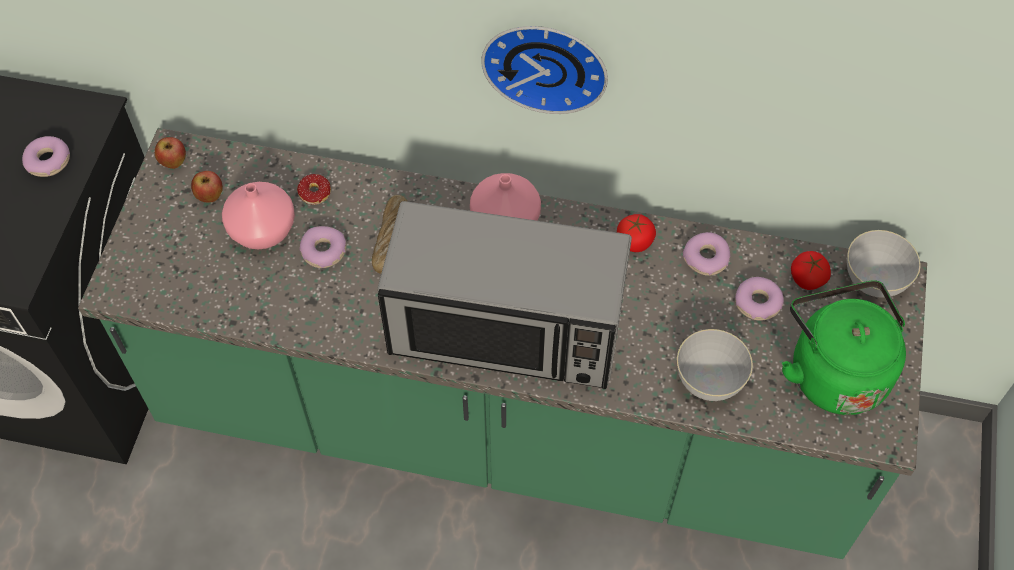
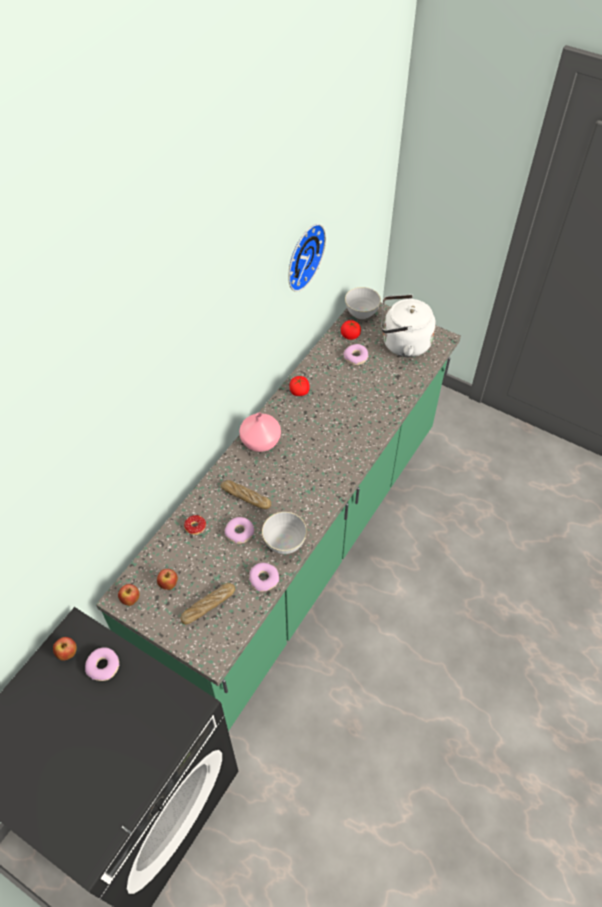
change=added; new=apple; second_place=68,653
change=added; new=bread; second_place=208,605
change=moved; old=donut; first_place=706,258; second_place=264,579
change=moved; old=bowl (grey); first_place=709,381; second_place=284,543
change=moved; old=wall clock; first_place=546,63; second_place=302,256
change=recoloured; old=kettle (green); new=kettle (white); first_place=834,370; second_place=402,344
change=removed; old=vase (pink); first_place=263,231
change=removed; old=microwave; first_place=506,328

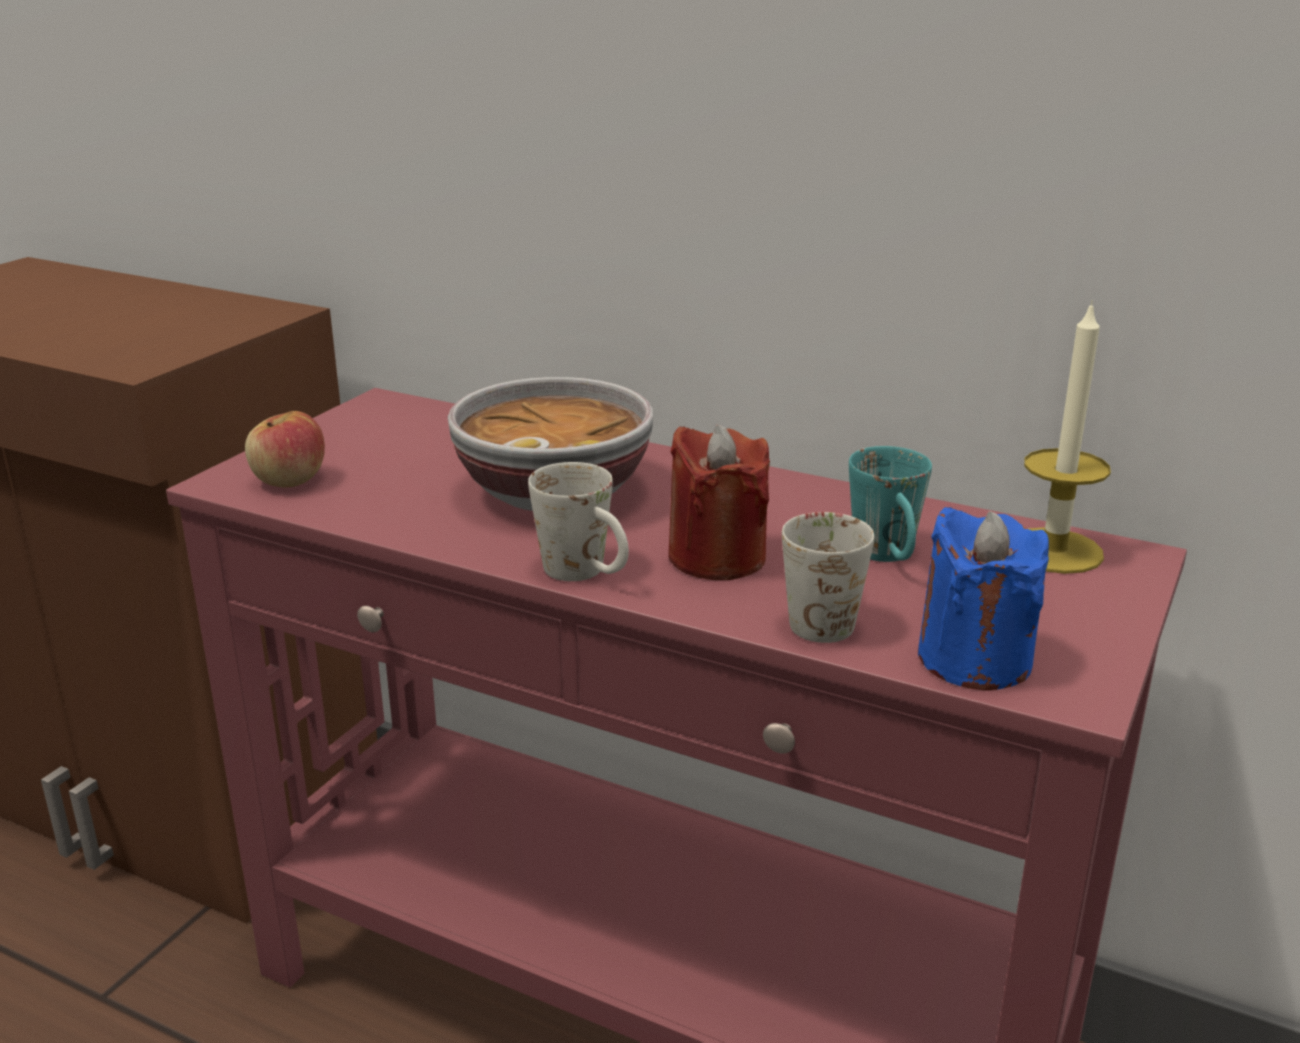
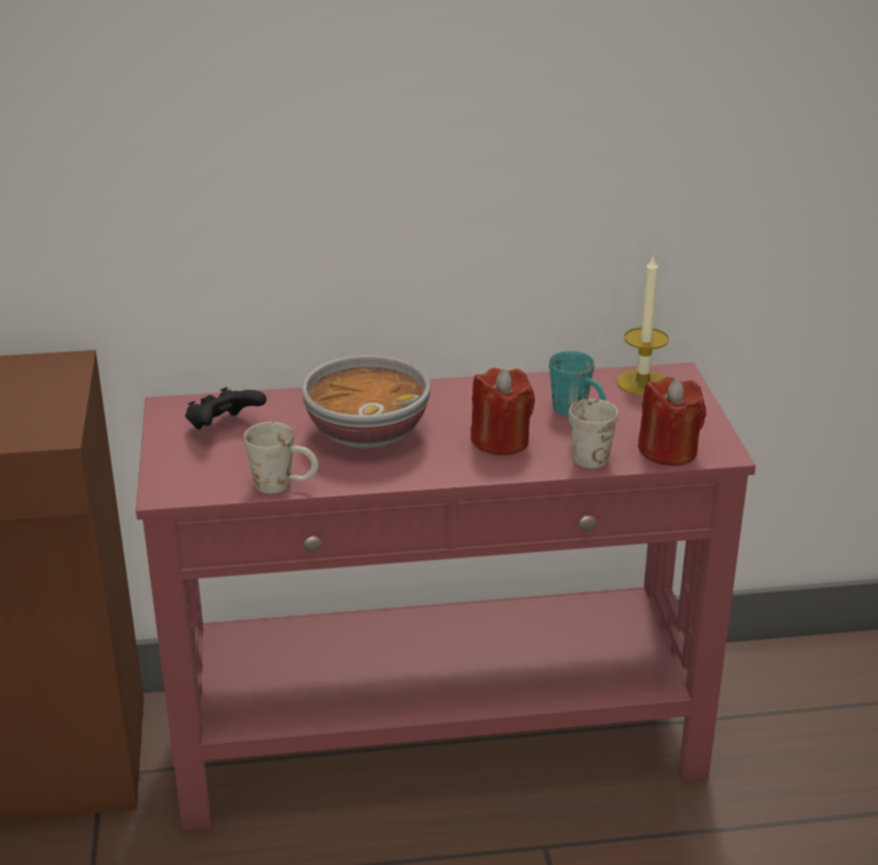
change=added; new=game controller (black); second_place=224,428
change=moved; old=mug (white); first_place=587,574; second_place=284,485
change=recoloured; old=candle (blue); new=candle (red); first_place=974,659; second_place=668,451
change=removed; old=apple; first_place=289,480

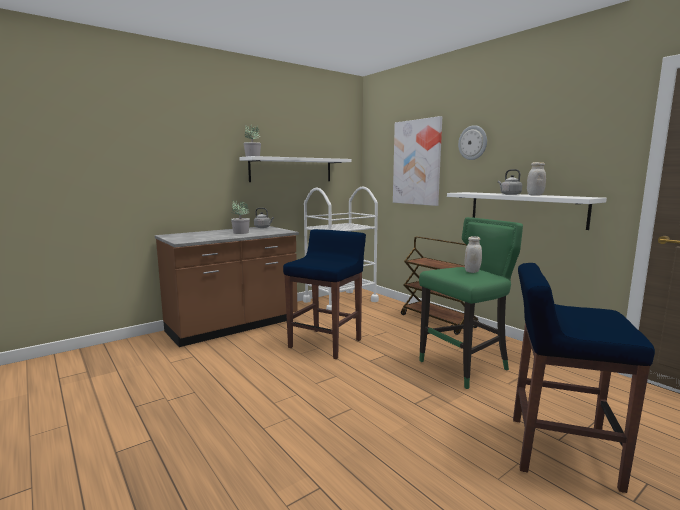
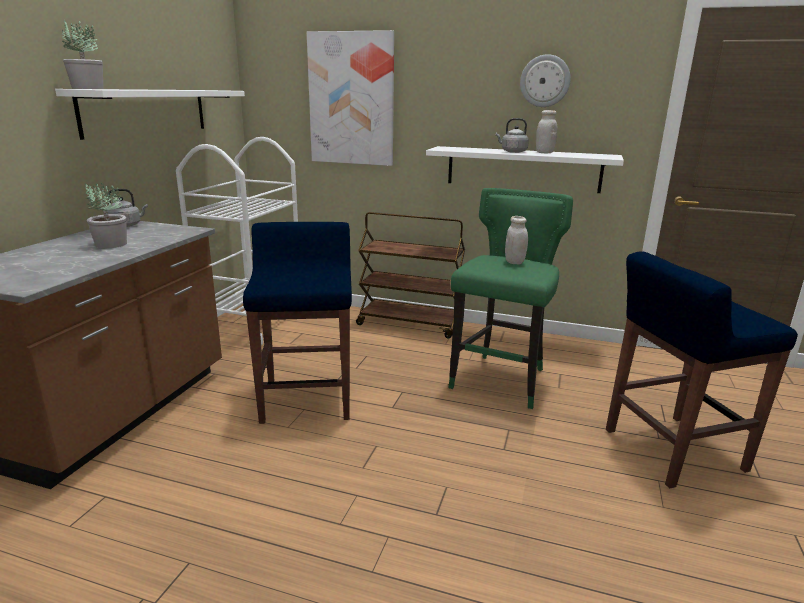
change=moved; old=wall clock; first_place=473,142; second_place=545,81

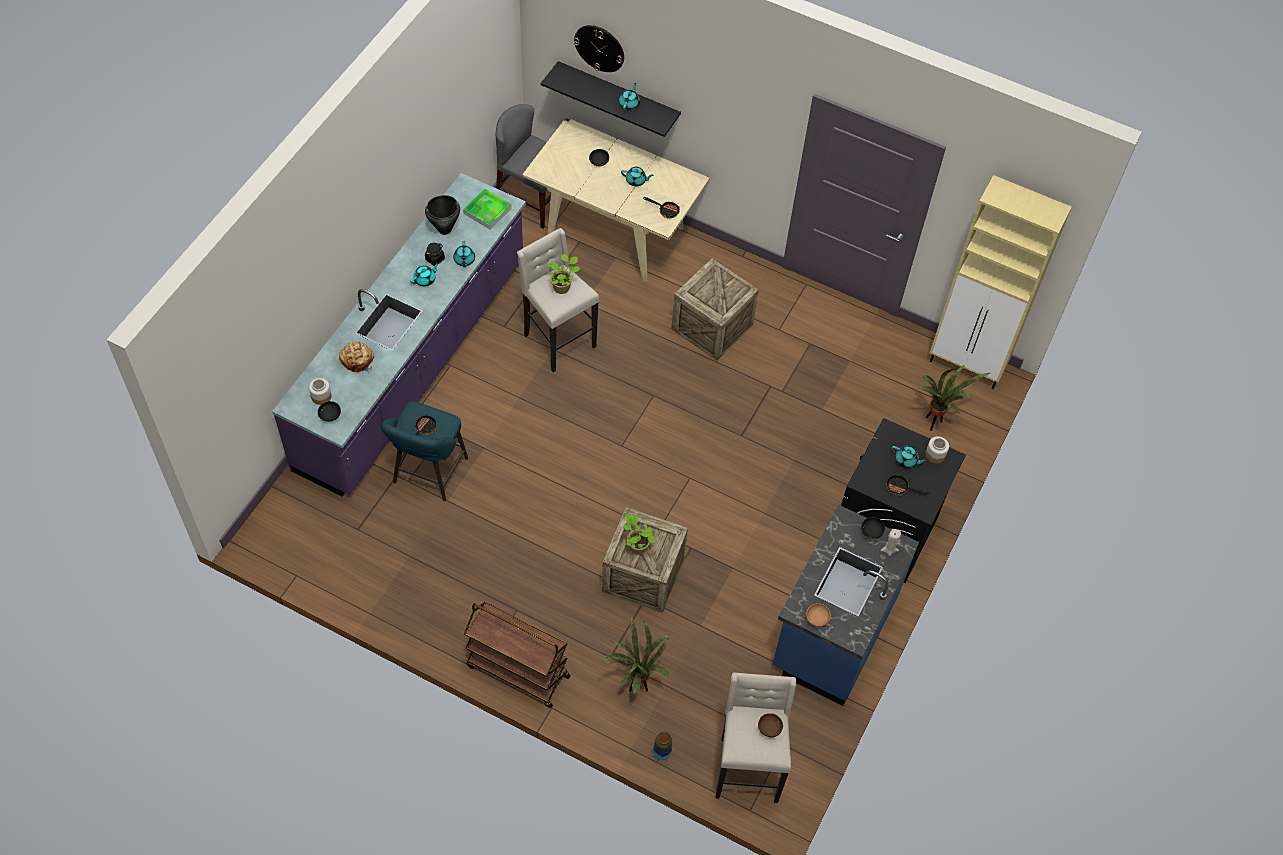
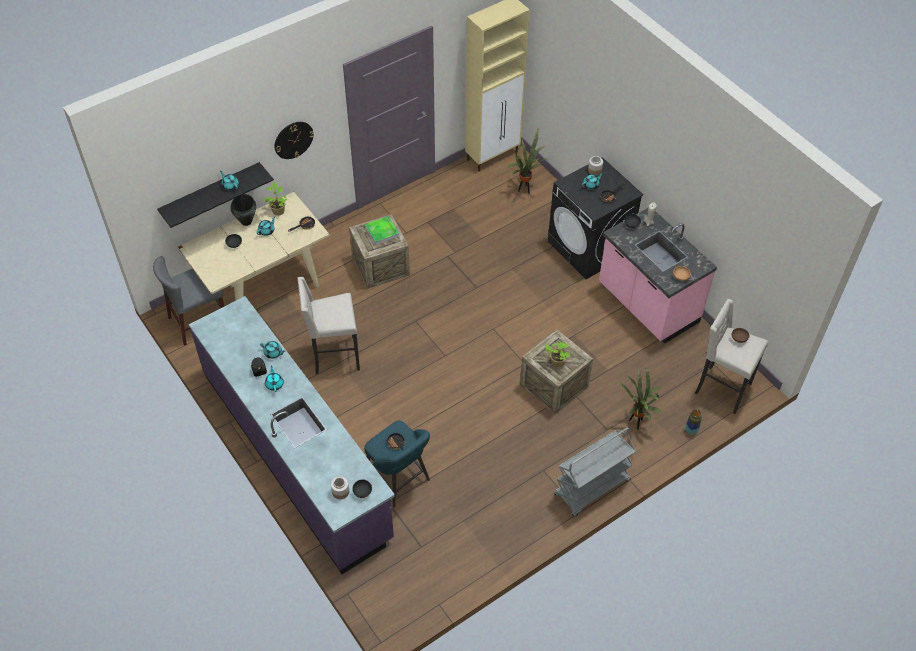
change=moved; old=cooking pot (black); first_place=445,229; second_place=246,222
change=moved; old=potted plant; first_place=562,287; second_place=278,210
change=moved; old=wall clock; first_place=599,48; second_place=293,140
change=moved; old=tray; first_place=487,211; second_place=382,232
change=recoloured; old=cart (brown); new=cart (grey); first_place=517,671; second_place=592,489
change=recoloured; old=counter (blue); new=counter (pink); first_place=832,633; second_place=647,304
change=removed; old=bread; first_place=357,359

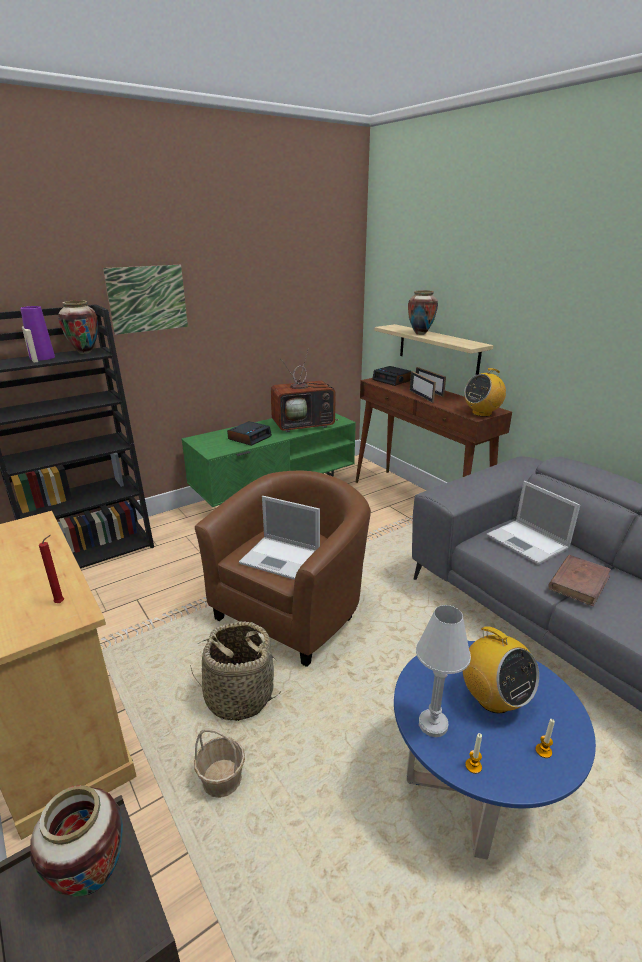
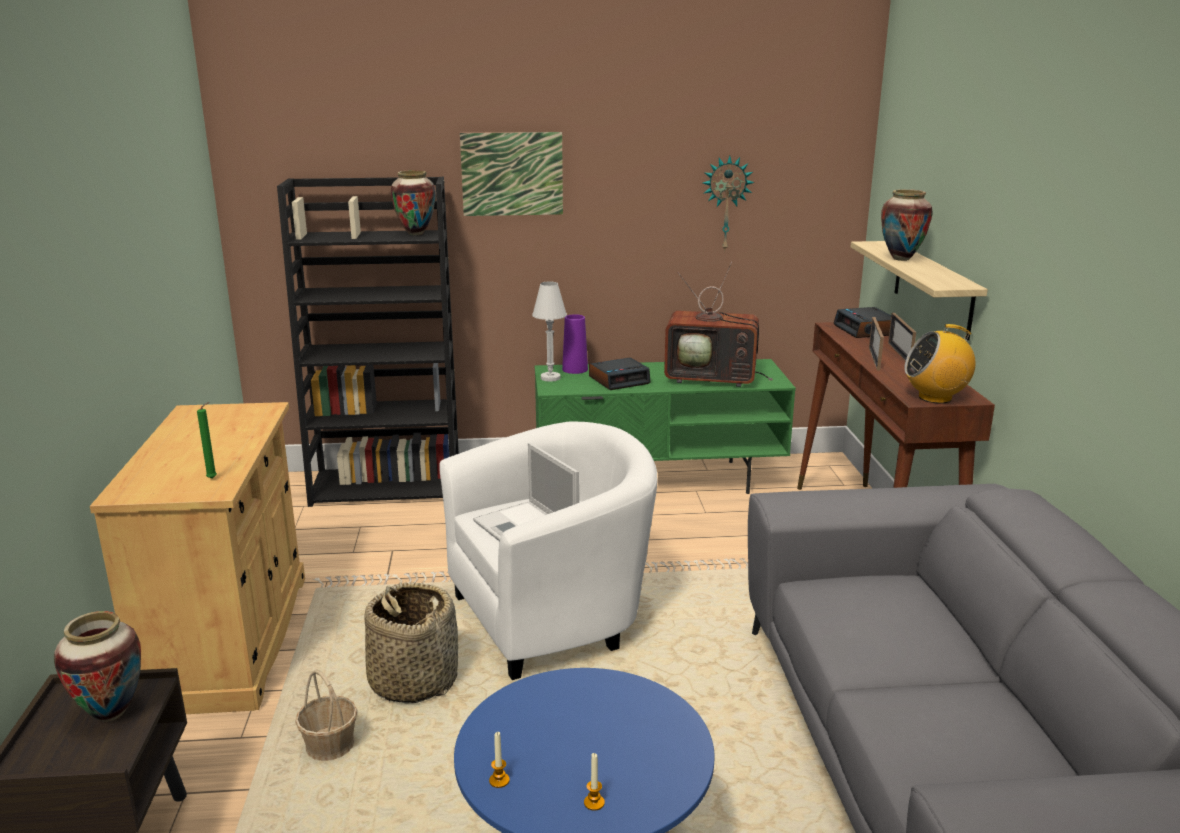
change=recoloured; old=candle (red); new=candle (green); first_place=61,602; second_place=213,478
change=recoloured; old=armchair (brown); new=armchair (white); first_place=293,610; second_place=553,617
change=moved; old=table lamp (white); first_place=433,724; second_place=550,378
change=moved; old=vase (purple); first_place=42,357; second_place=575,369
change=added; new=wall clock; second_place=726,203
change=removed; old=radio; first_place=493,699
change=removed; old=laptop; first_place=528,542
change=removed; old=book (brown); first_place=579,582

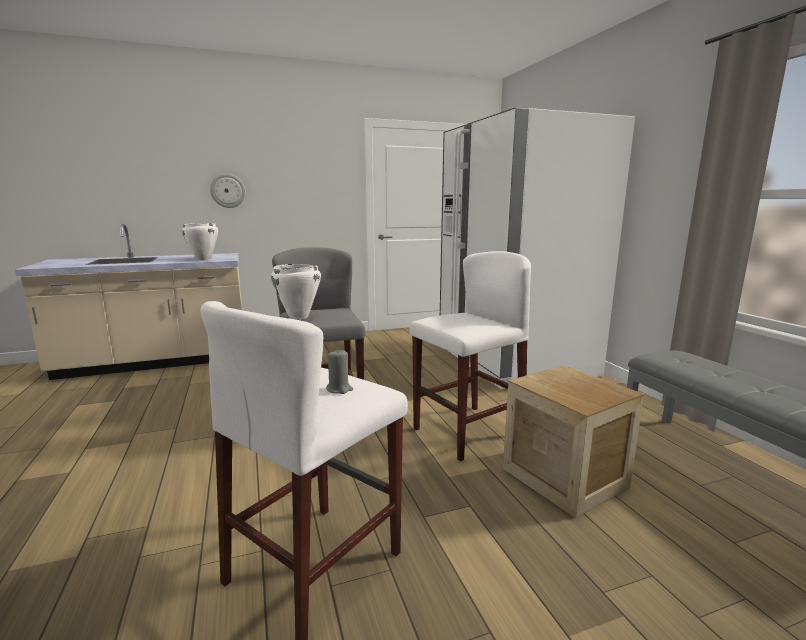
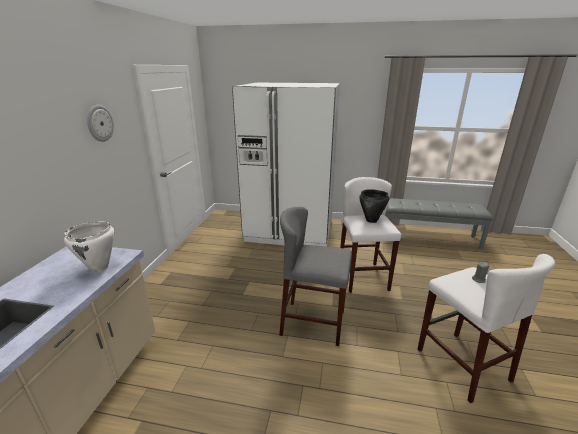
change=moved; old=wall clock; first_place=228,190; second_place=99,123
change=added; new=cooking pot (black); second_place=371,220
change=removed; old=cooking pot (white); first_place=298,317
change=removed; old=crate; first_place=564,477

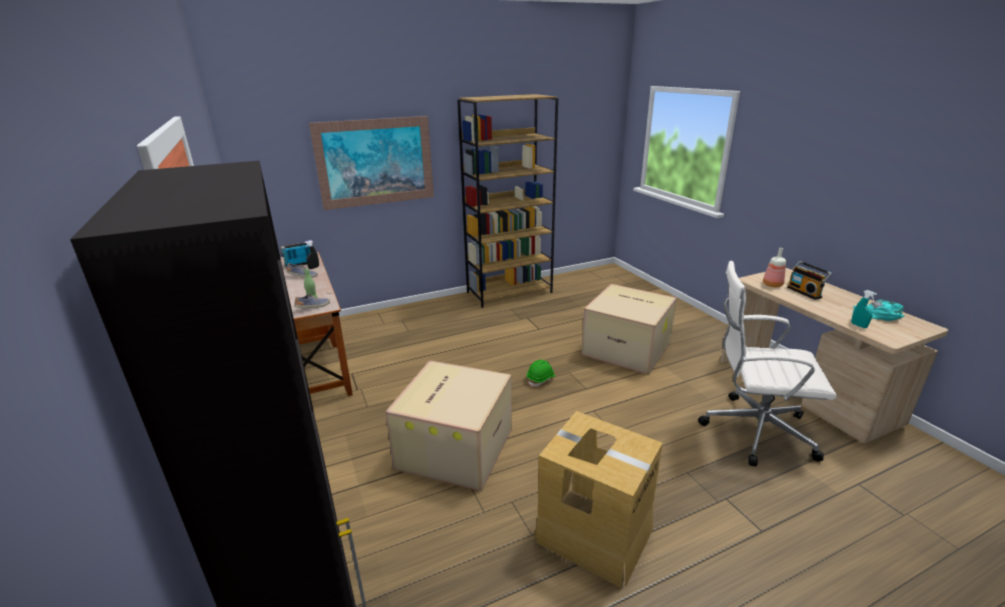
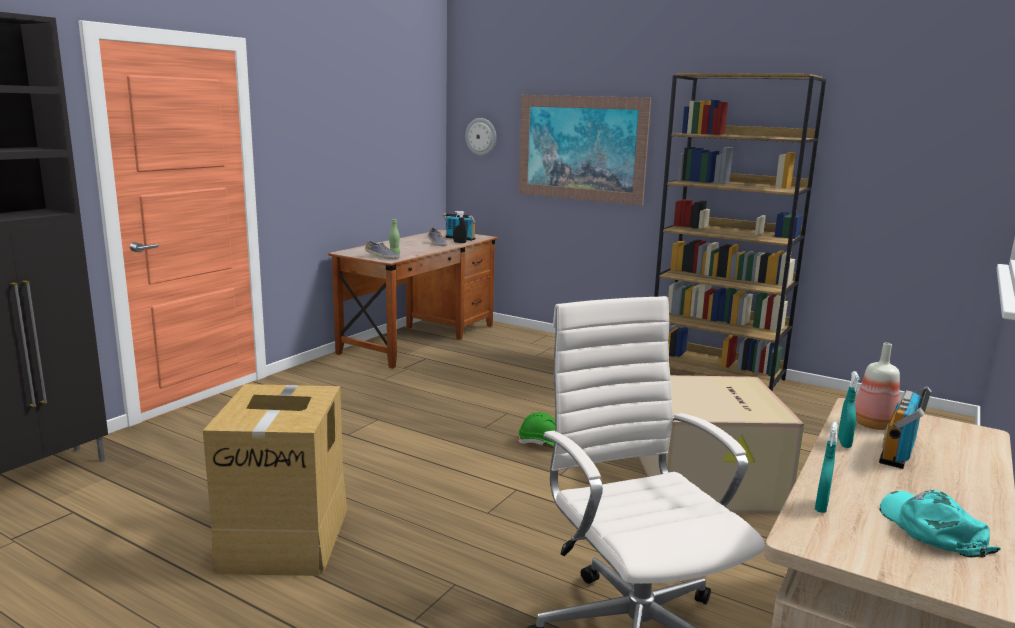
change=added; new=wall clock; second_place=481,136
change=added; new=spray bottle (turquoise); second_place=844,443
change=removed; old=cardboard box; first_place=454,446

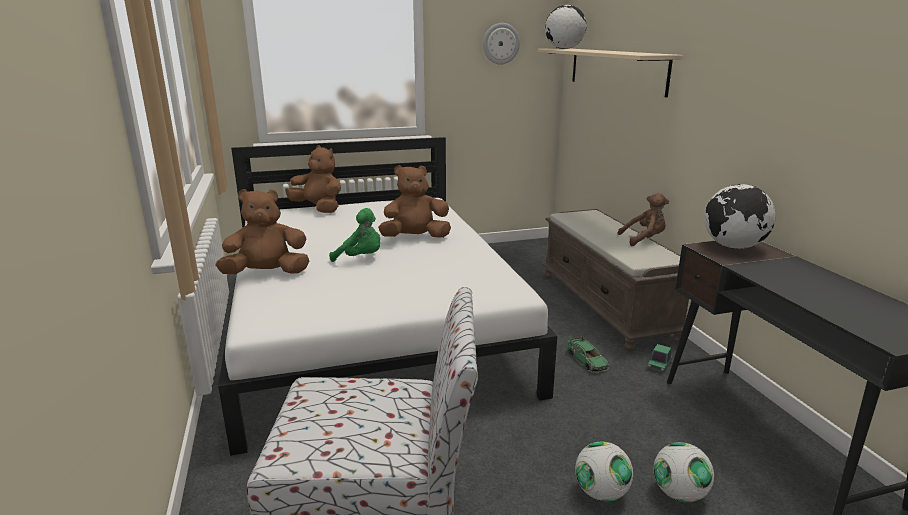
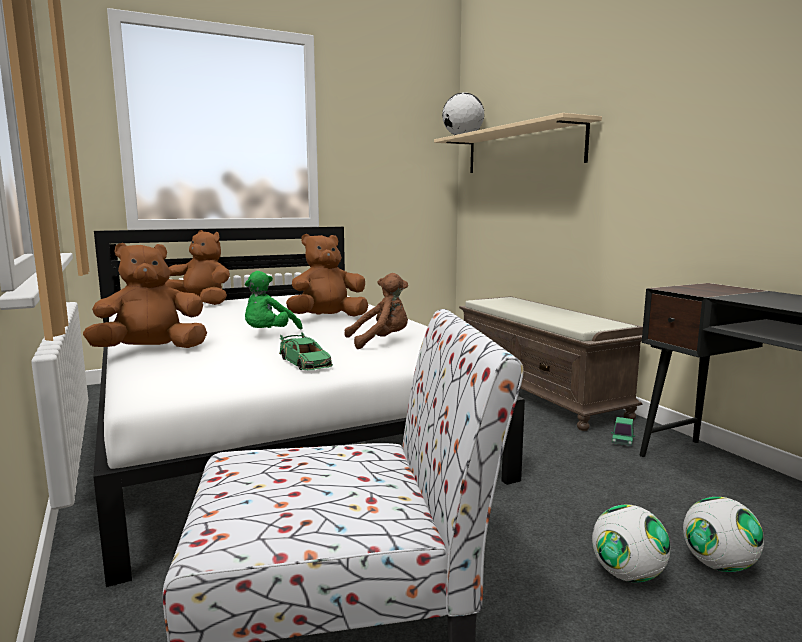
change=turned; old=plush toy (green); first_place=361,258; second_place=269,334; degrees=105
change=moved; old=toy car (green); first_place=587,360; second_place=305,362
change=moved; old=plush toy (brown); first_place=644,239; second_place=381,341
change=removed; old=wall clock; first_place=501,43
change=removed; old=globe; first_place=733,247

